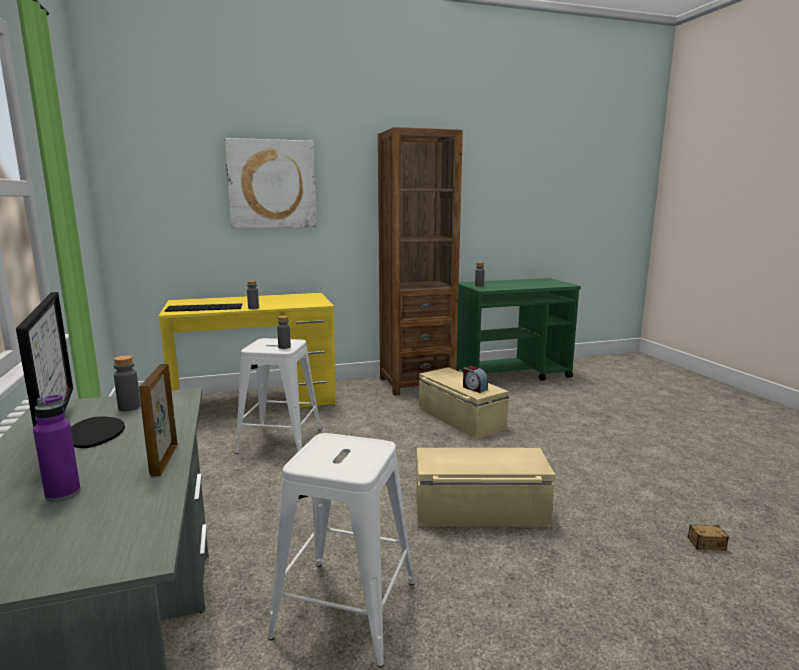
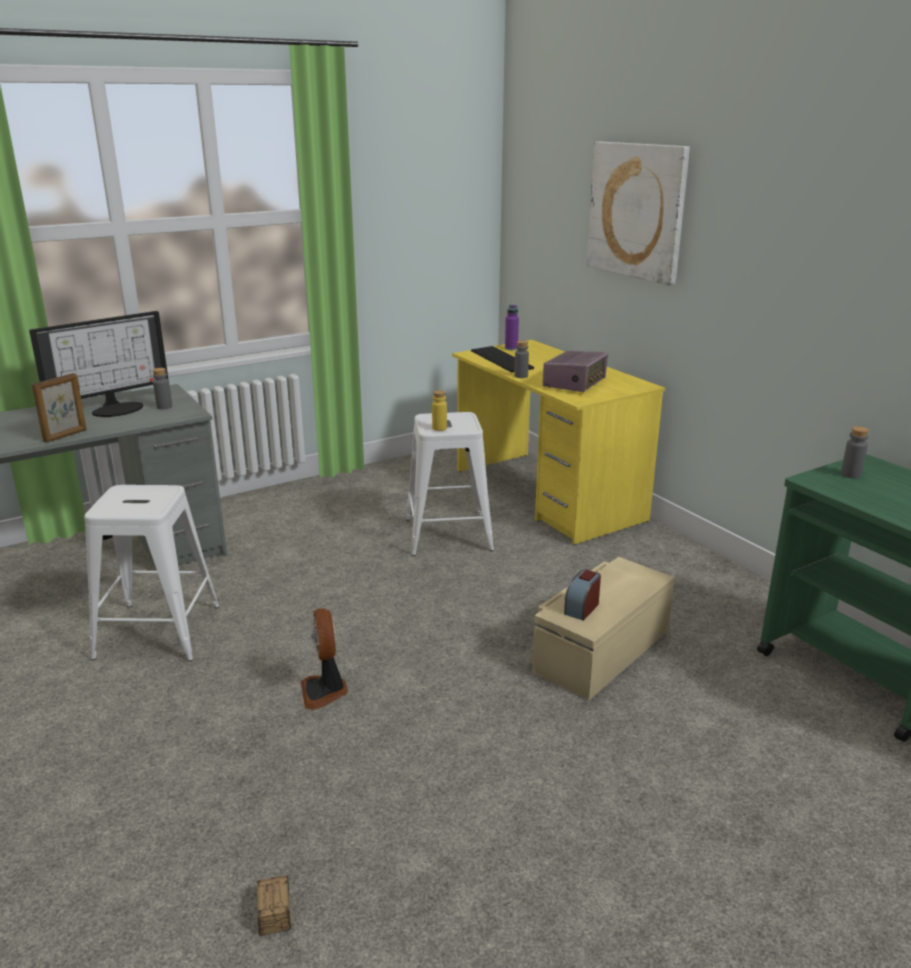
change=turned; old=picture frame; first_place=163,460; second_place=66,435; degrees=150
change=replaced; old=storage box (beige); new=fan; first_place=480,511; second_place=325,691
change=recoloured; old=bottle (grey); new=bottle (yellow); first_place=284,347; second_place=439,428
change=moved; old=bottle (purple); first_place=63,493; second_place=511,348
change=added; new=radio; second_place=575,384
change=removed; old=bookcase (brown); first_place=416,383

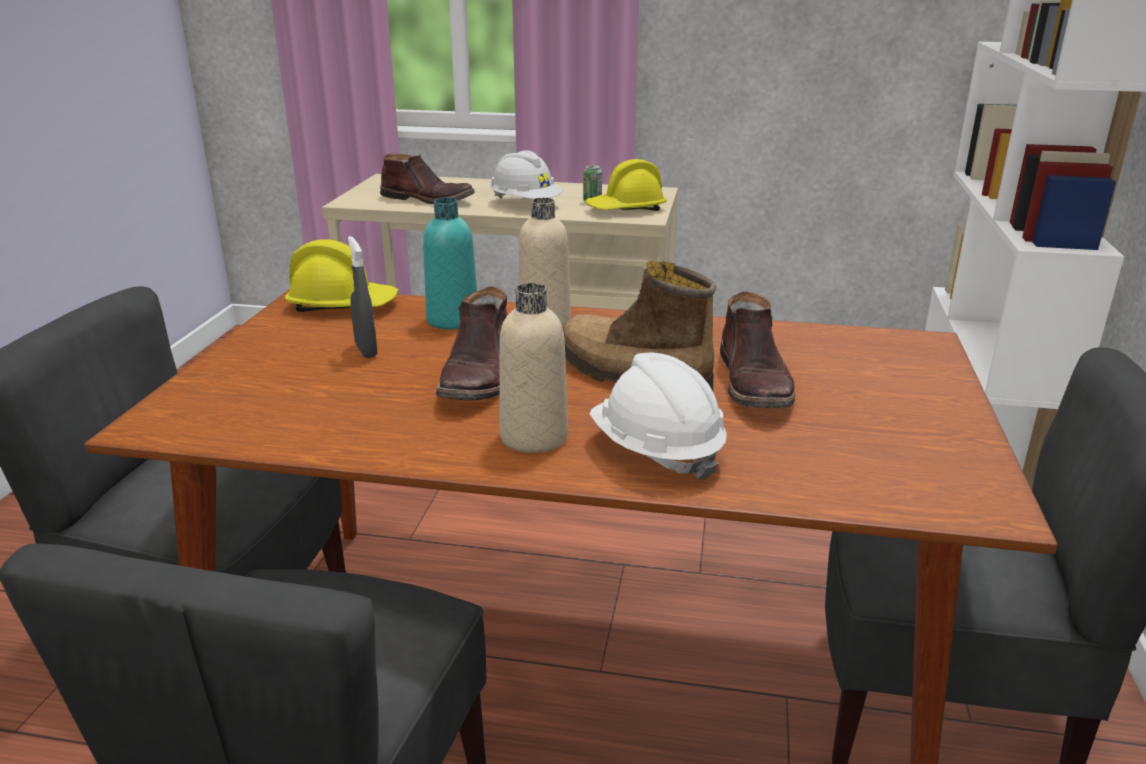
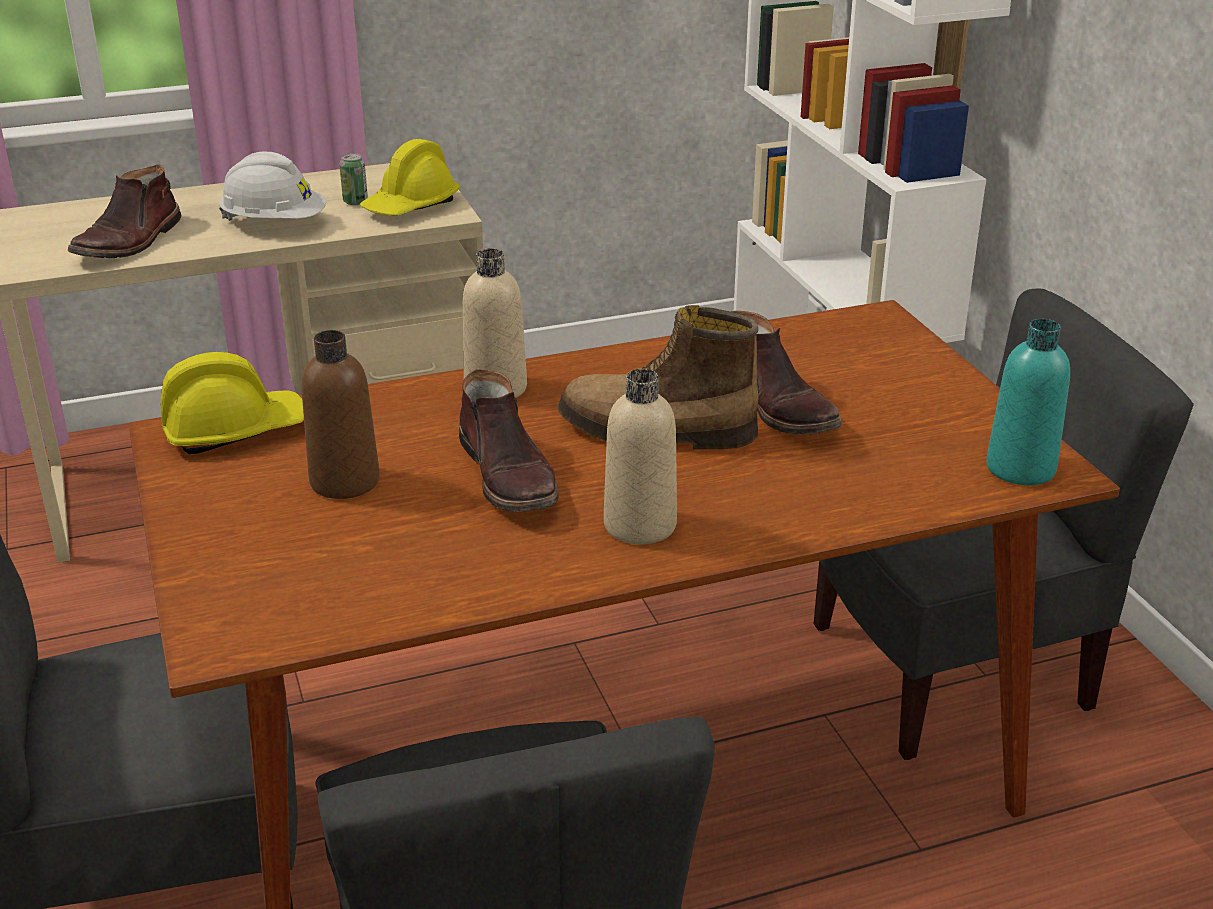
change=turned; old=boot (brown); first_place=428,199; second_place=130,242; degrees=120
change=replaced; old=spray bottle (grey); new=bottle (brown); first_place=366,351; second_place=345,481
change=moved; old=bottle (turquoise); first_place=453,320; second_place=1020,468
change=removed; old=hard hat (white); first_place=656,451

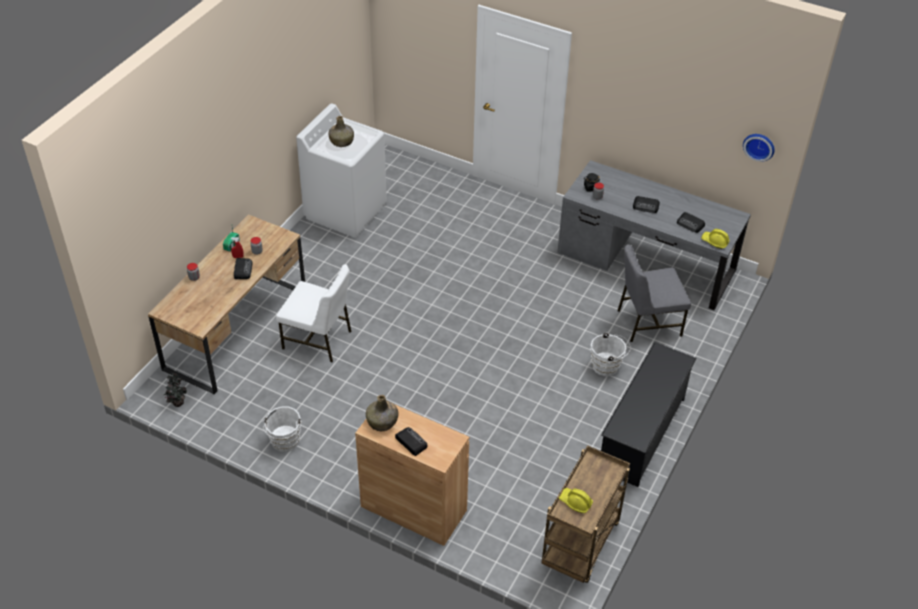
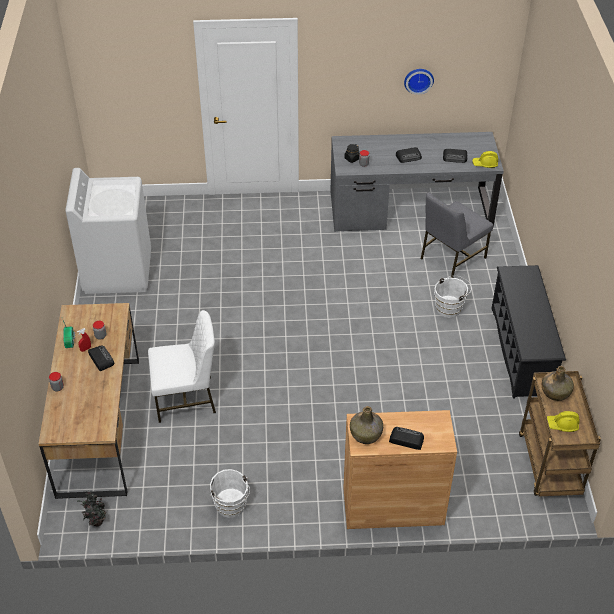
change=moved; old=wall clock; first_place=759,146; second_place=418,80
change=moved; old=bottle (green); first_place=342,141; second_place=555,392

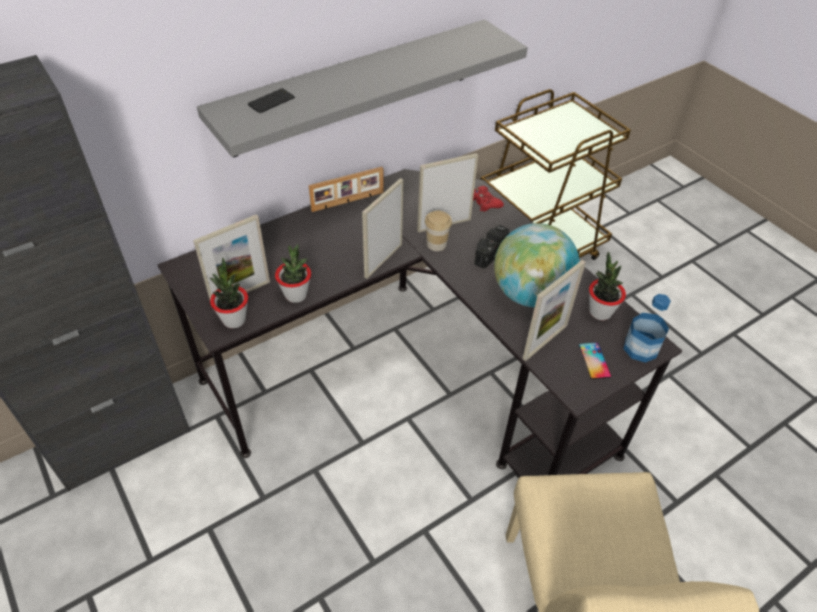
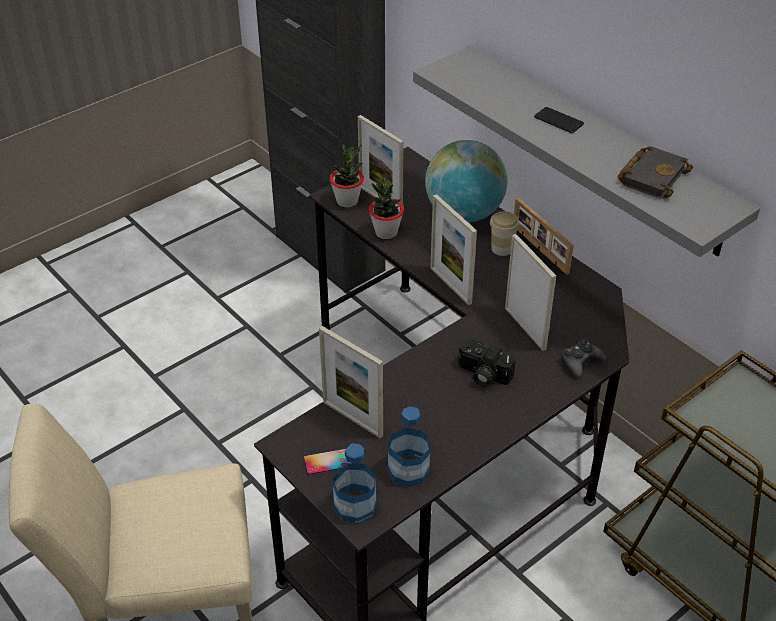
change=replaced; old=potted plant; new=bottle; first_place=600,312; second_place=408,470
change=moved; old=globe; first_place=530,294; second_place=464,213
change=turned; old=picture frame; first_place=383,260; second_place=450,285; degrees=-150
change=moved; old=cup; first_place=436,244; second_place=502,248
change=moved; old=phone; first_place=271,101; second_place=558,121
change=recoloured; old=game controller (red); new=game controller (black); first_place=484,202; second_place=580,362
change=added; new=book (black); second_place=652,176

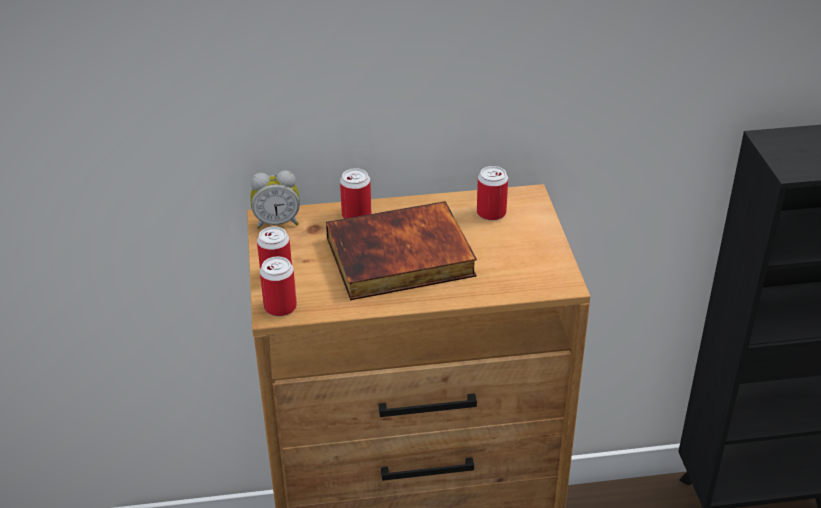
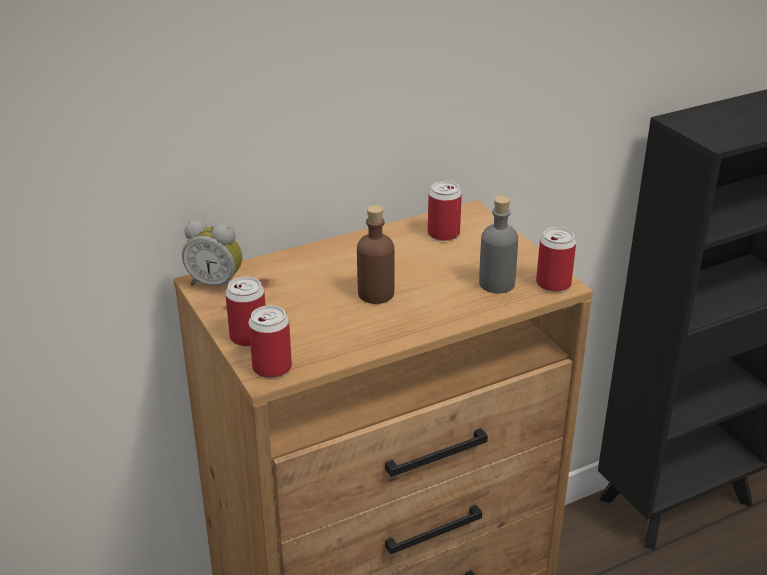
change=turned; old=alarm clock; first_place=277,222; second_place=216,284; degrees=45
change=replaced; old=book; new=bottle (brown); first_place=399,259; second_place=375,294
change=added; new=bottle (grey); second_place=496,284
change=moved; old=can; first_place=356,215; second_place=553,284

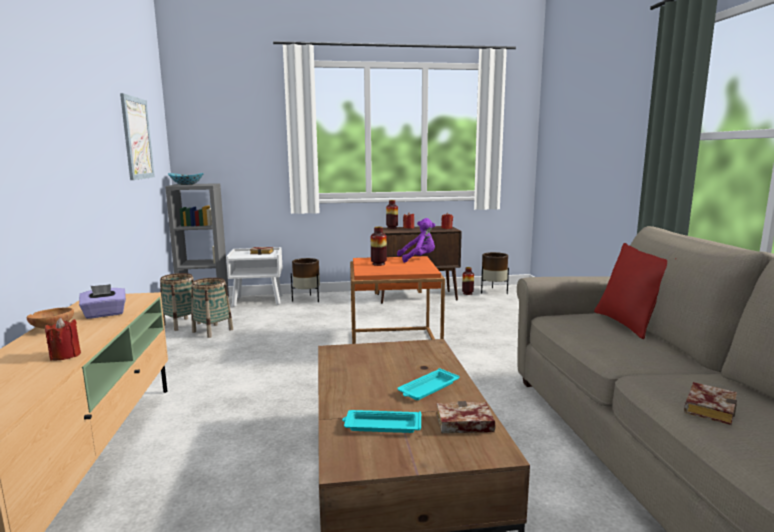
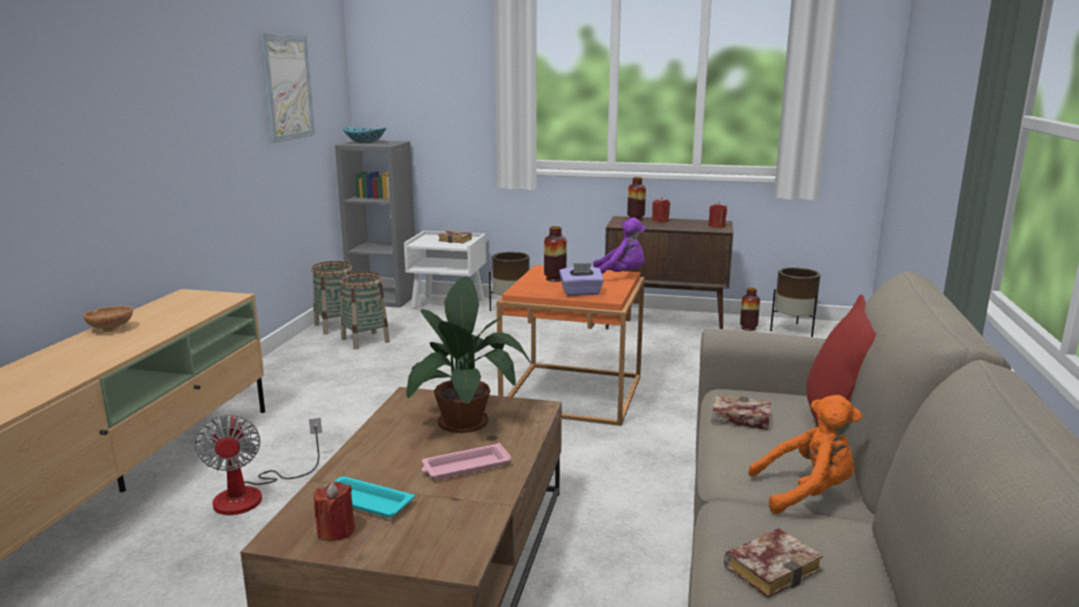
change=added; new=fan; second_place=253,494
change=moved; old=candle (red); first_place=65,355; second_place=336,531
change=added; new=potted plant; second_place=466,419
change=recoloured; old=tray (turquoise); new=tray (pink); first_place=427,389; second_place=465,467
change=moved; old=tissue box (purple); first_place=105,314; second_place=581,293
change=moved; old=book; first_place=462,424; second_place=738,419
change=added; new=plush toy (orange); second_place=806,493

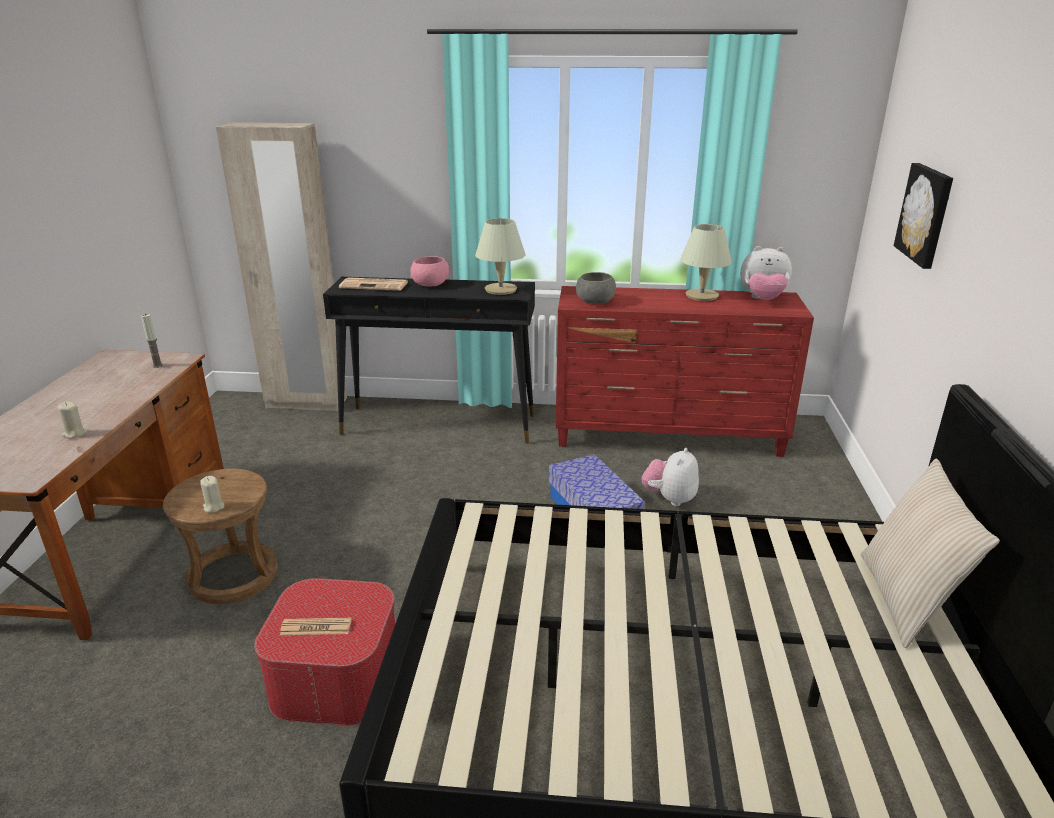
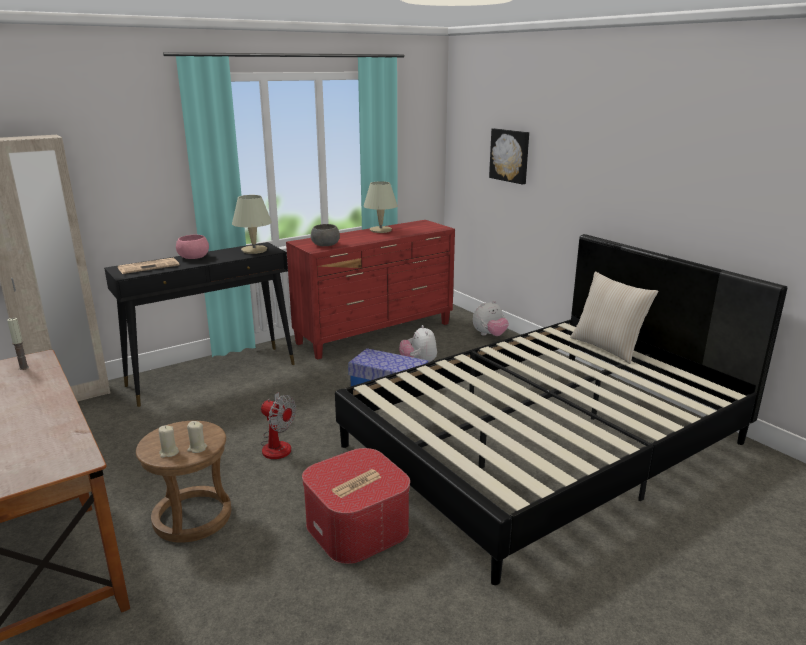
change=moved; old=candle (beige); first_place=74,434; second_place=169,453
change=added; new=fan; second_place=277,444
change=moved; old=plush toy; first_place=762,300; second_place=489,335

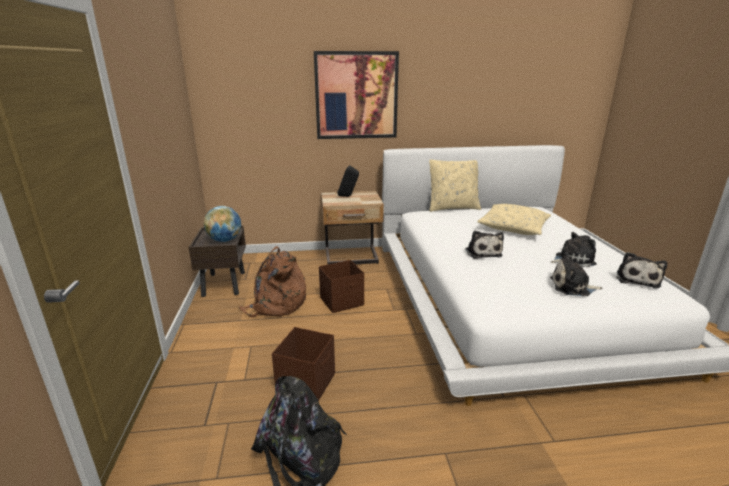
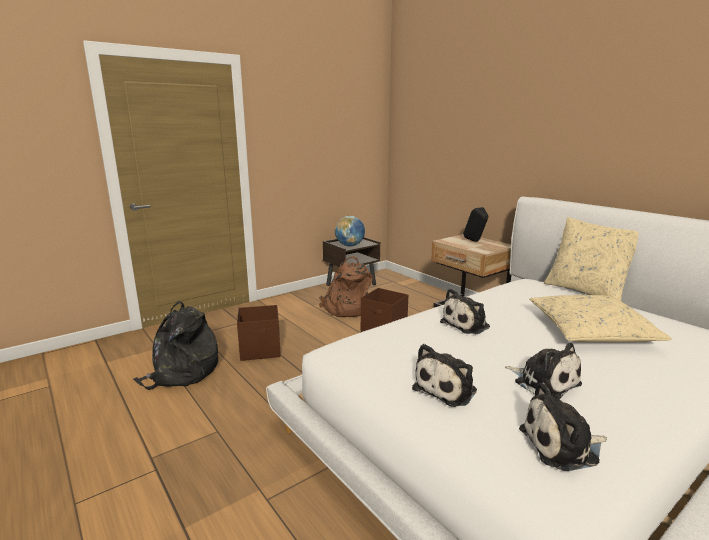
change=turned; old=plush toy; first_place=572,287; second_place=447,388; degrees=-120
change=removed; old=picture; first_place=356,96

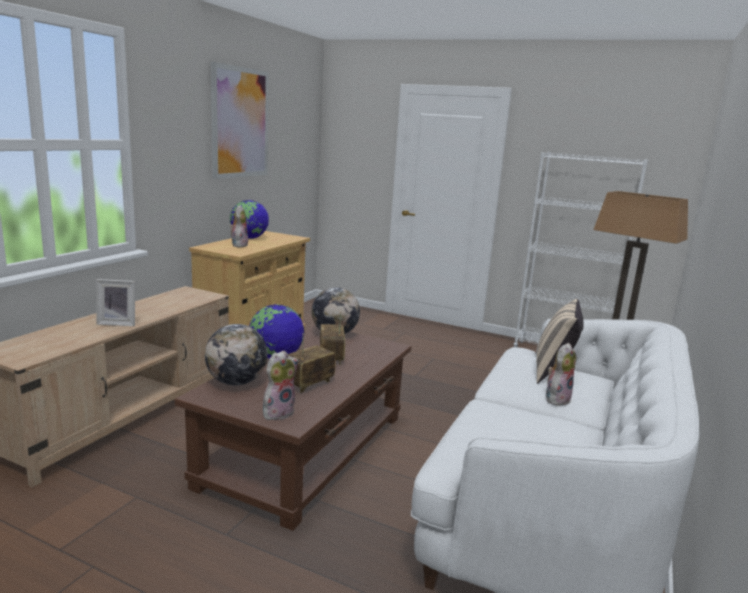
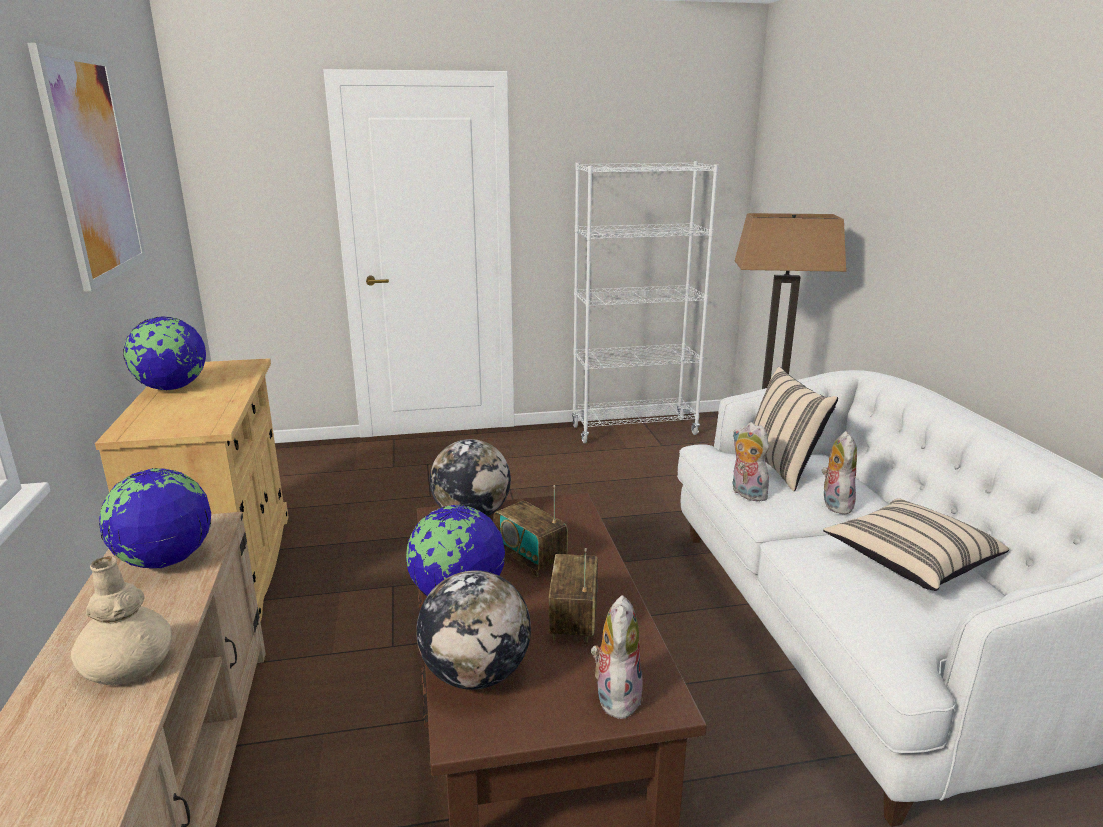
change=replaced; old=picture frame; new=vase (beige); first_place=118,323; second_place=128,664
change=added; new=globe; second_place=165,561
change=moved; old=plush toy; first_place=239,245; second_place=746,494
change=added; new=pillow (beige); second_place=909,562

